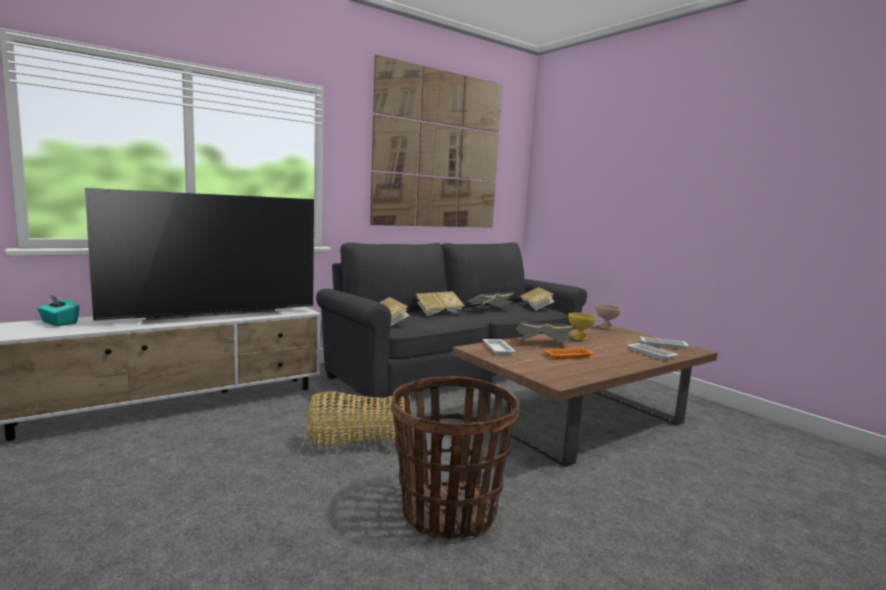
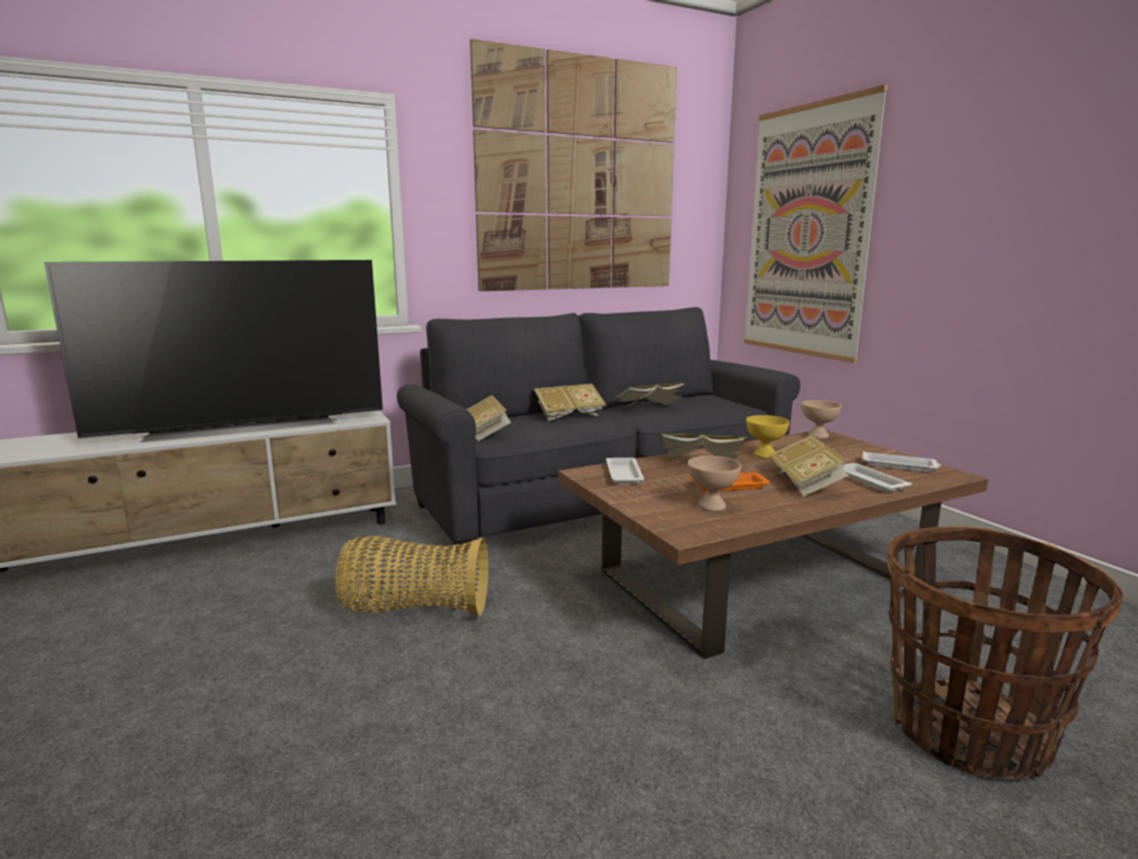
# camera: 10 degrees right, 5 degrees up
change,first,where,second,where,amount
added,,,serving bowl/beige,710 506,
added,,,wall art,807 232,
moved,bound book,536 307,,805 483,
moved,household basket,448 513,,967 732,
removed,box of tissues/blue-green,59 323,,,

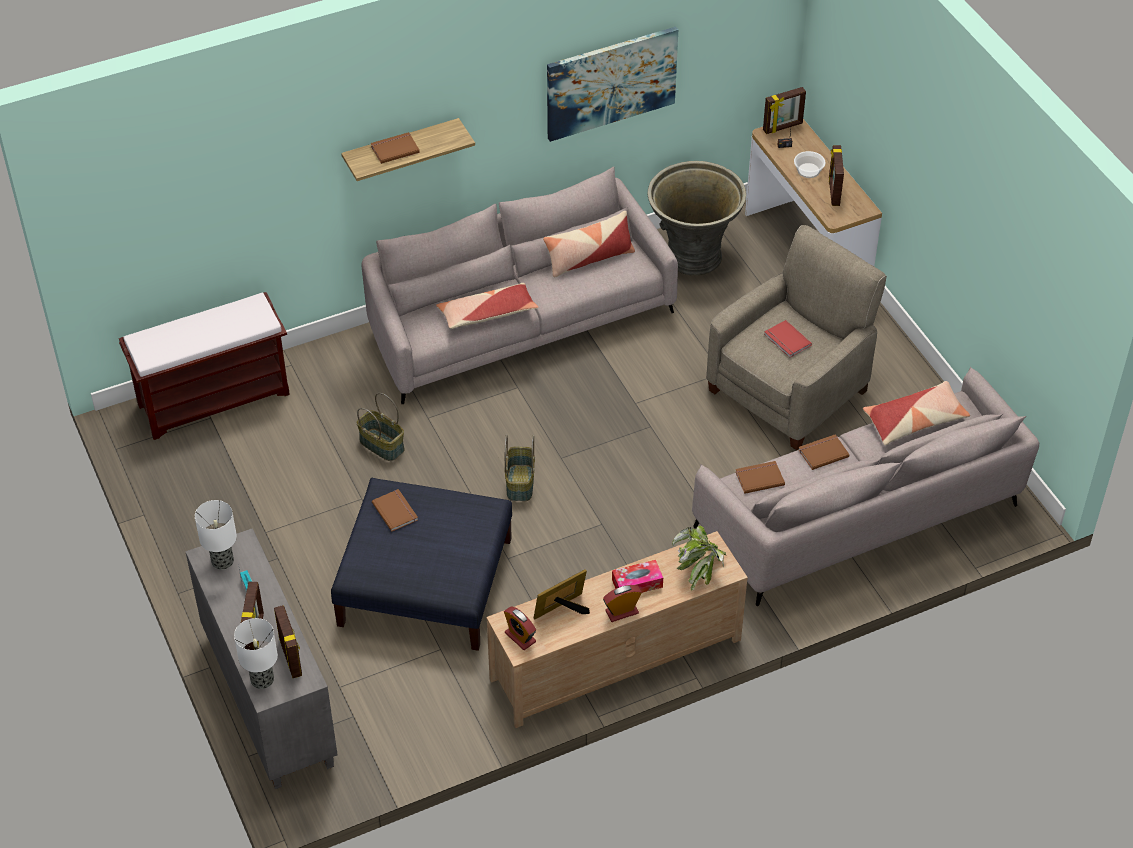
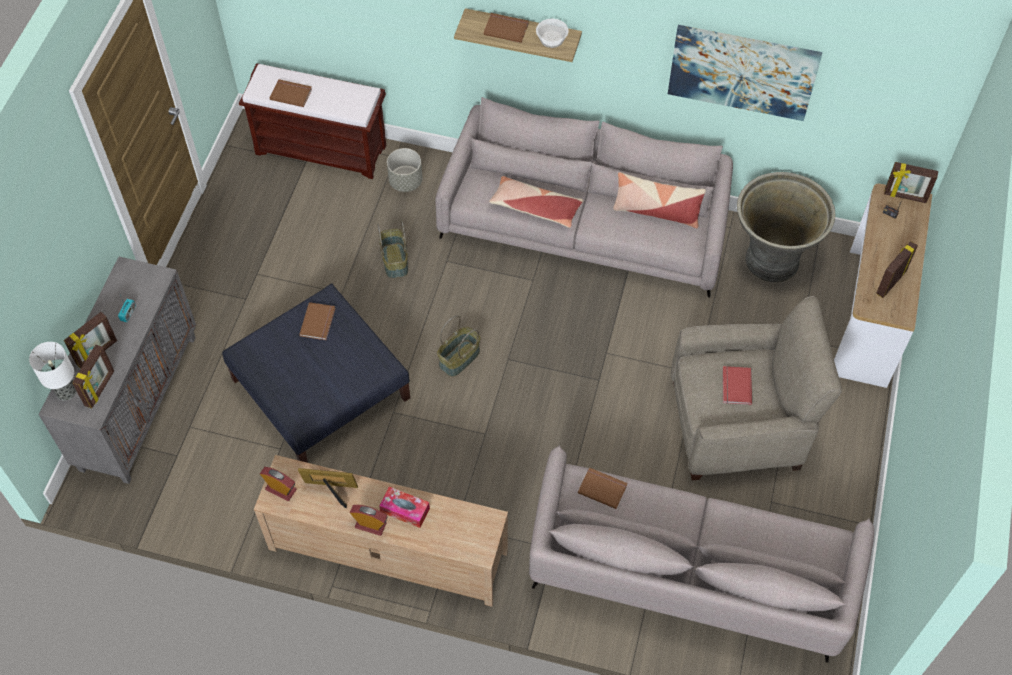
# camera: 40 degrees right, 10 degrees up
change,first,where,second,where,amount
turned,alarm clock,520 637,,281 489,120 degrees clockwise
moved,bound book/brownish,822 452,,291 93,
added,,,plant pot/grey,405 181,
moved,serving bowl,809 170,,552 39,
removed,lamp for a table,223 561,,,
removed,potted plant,700 570,,,
removed,throw pillow,915 420,,,

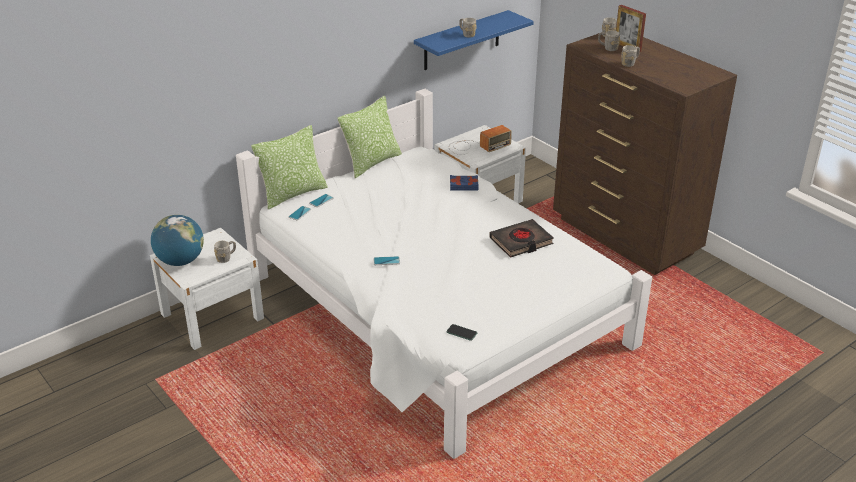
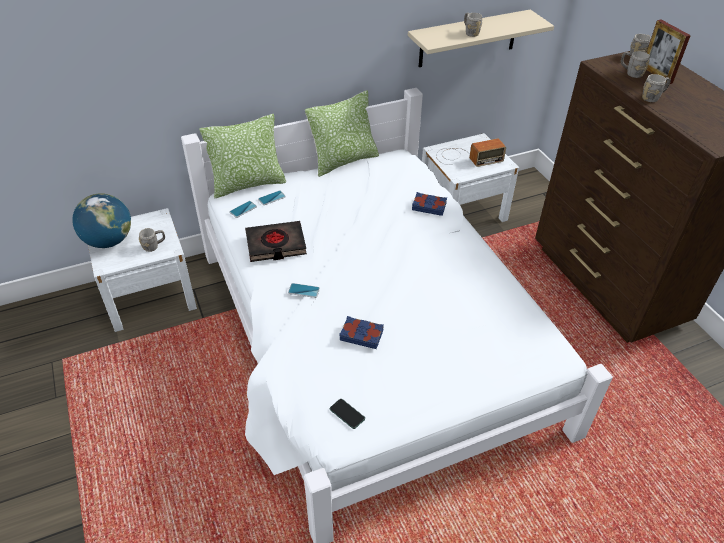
# camera: 15 degrees right, 10 degrees up
change,first,where,second,where,amount
moved,bound book/black,521 242,,276 245,
added,,,bound book/blue-coloured,361 335,
recoloured,bracket shelf/blue-coloured,462 41,bracket shelf/beige,468 39,

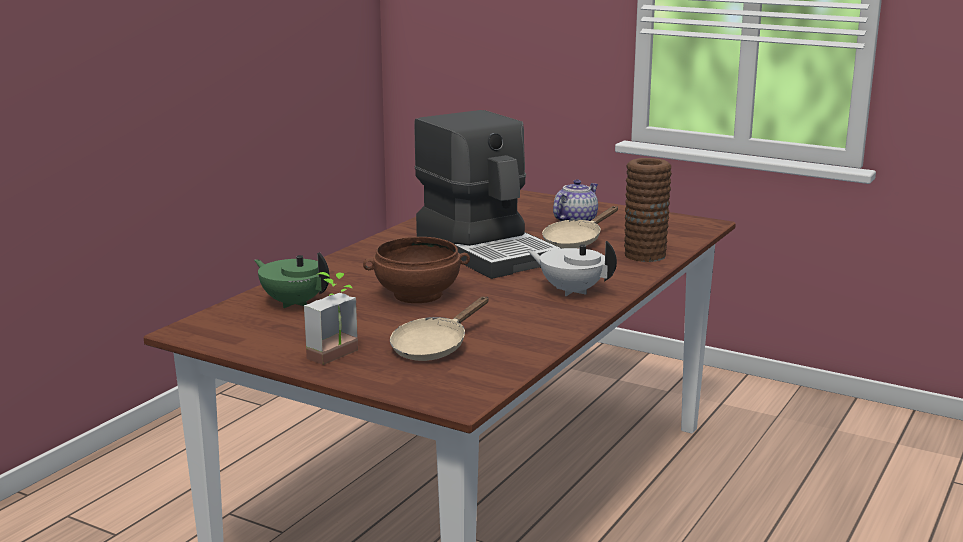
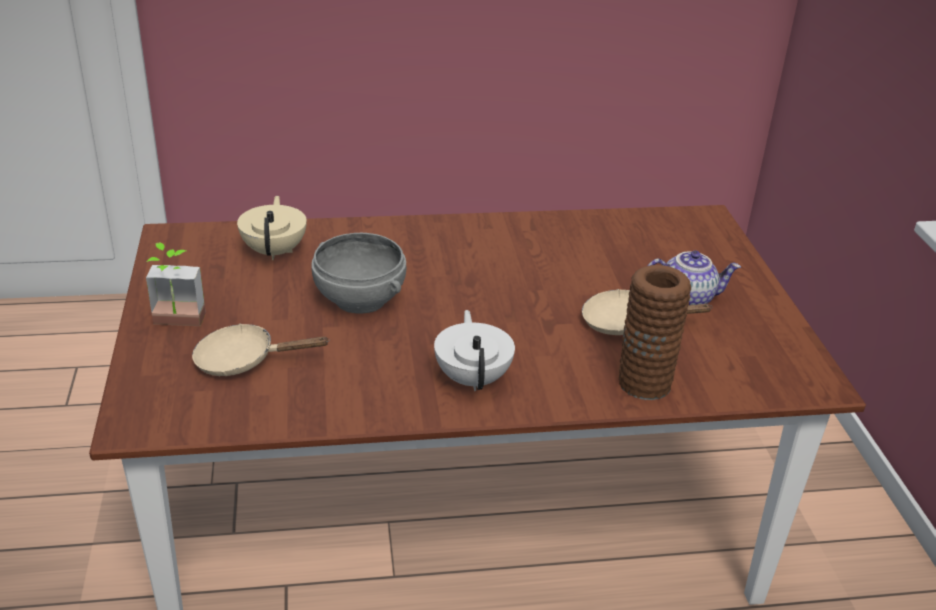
# camera: 50 degrees right, 15 degrees up
change,first,where,second,where,amount
recoloured,teapot/green-coloured,294 302,teapot/beige,275 251,
recoloured,serving bowl/brownish,417 294,serving bowl/grey,361 299,
removed,coffee machine,487 251,,,

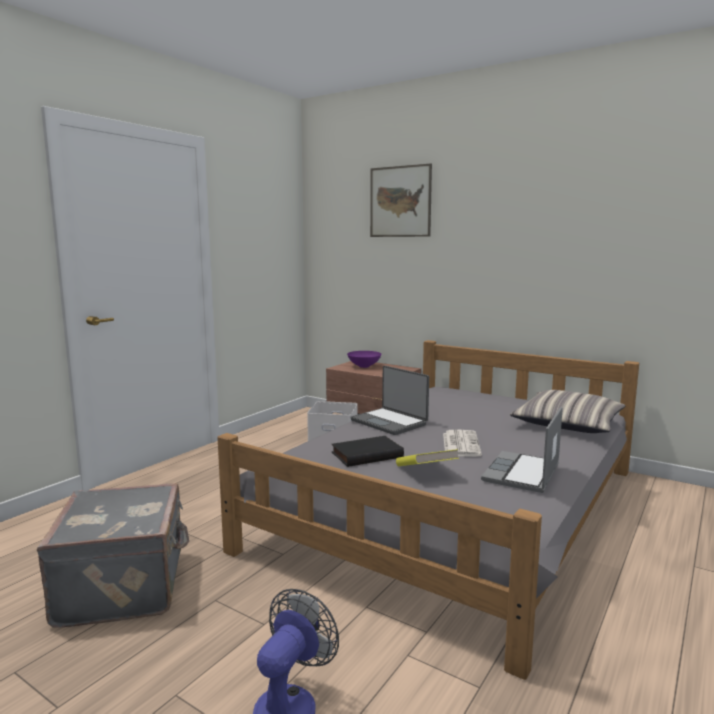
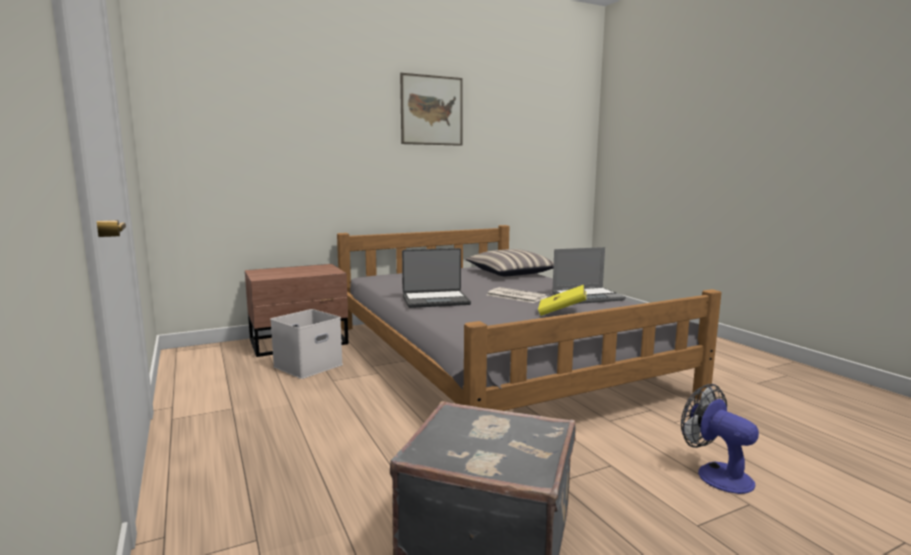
# camera: 60 degrees left, 0 degrees up
change,first,where,second,where,amount
moved,wall art,400 201,,432 110,
turned,notebook computer,522 474,,588 297,75 degrees counterclockwise
removed,bound book/black,366 454,,,
removed,serving bowl/purple,364 366,,,

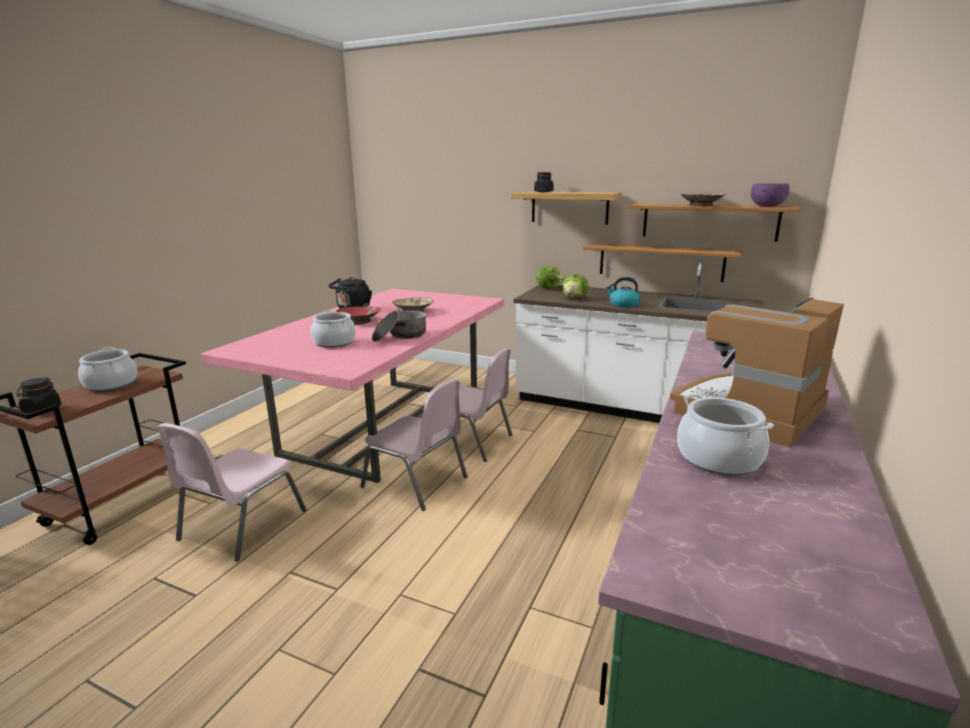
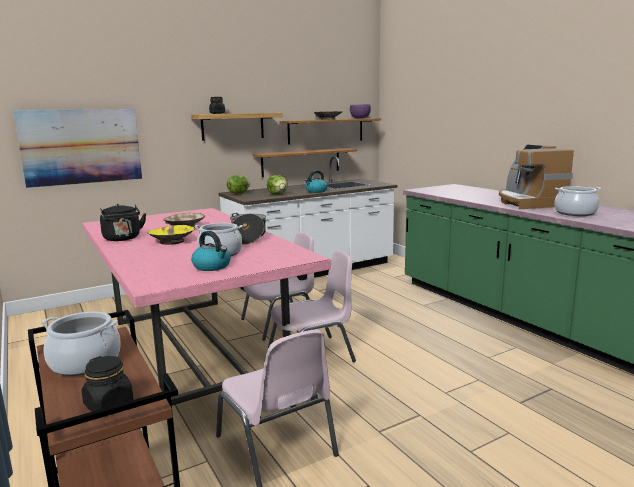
# camera: 55 degrees left, 5 degrees down
change,first,where,second,where,amount
added,,,wall art,81 146,
recoloured,serving bowl/reddish,359 321,serving bowl/yellow,172 241,
added,,,kettle,212 266,

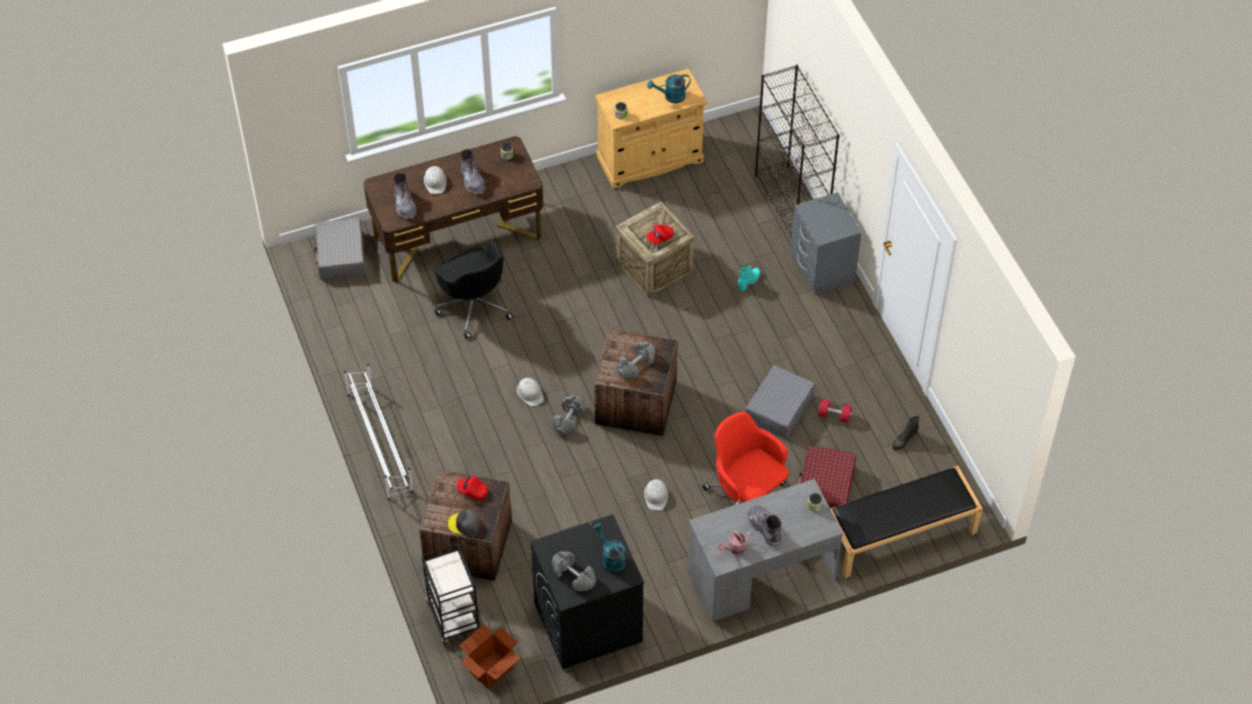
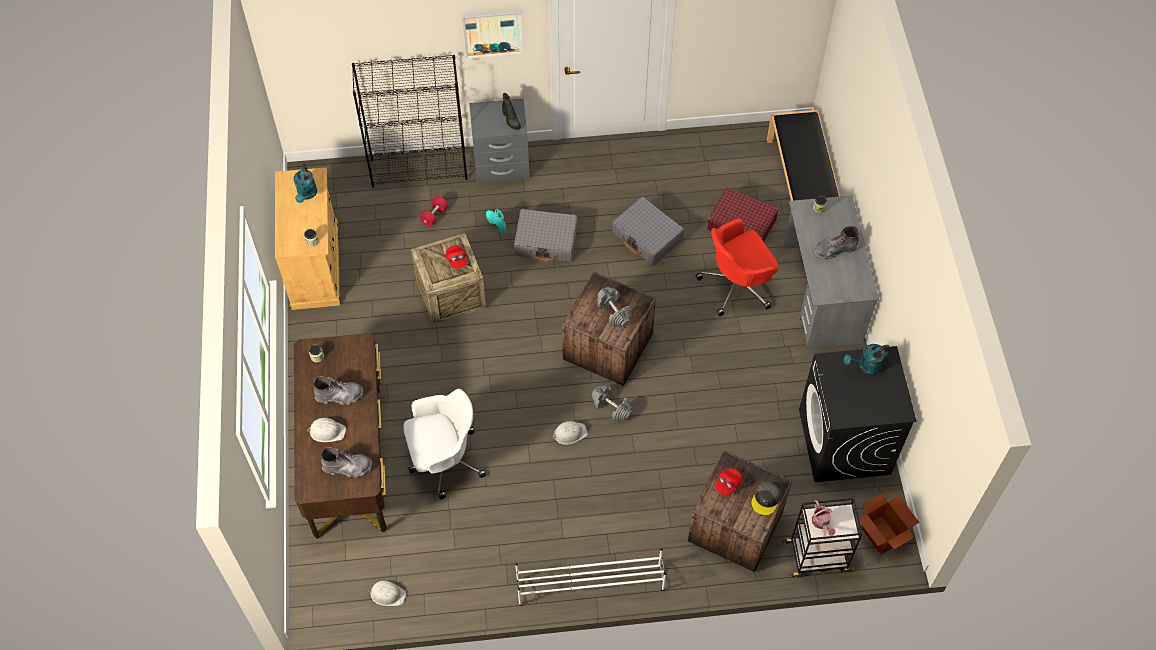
# camera: 75 degrees left, 5 degrees up
change,first,where,second,where,amount
moved,safety helmet/whitish,656 496,,387 594,
recoloured,computer chair/black,474 306,computer chair/whitish,444 460,
moved,free weight/reddish,834 415,,434 216,
added,,,wall art,492 33,
moved,tall boot/black,904 440,,511 120,
moved,piece of luggage/grey,341 256,,546 241,
moved,watering can,734 548,,821 523,
removed,free weight/grey,573 576,,,

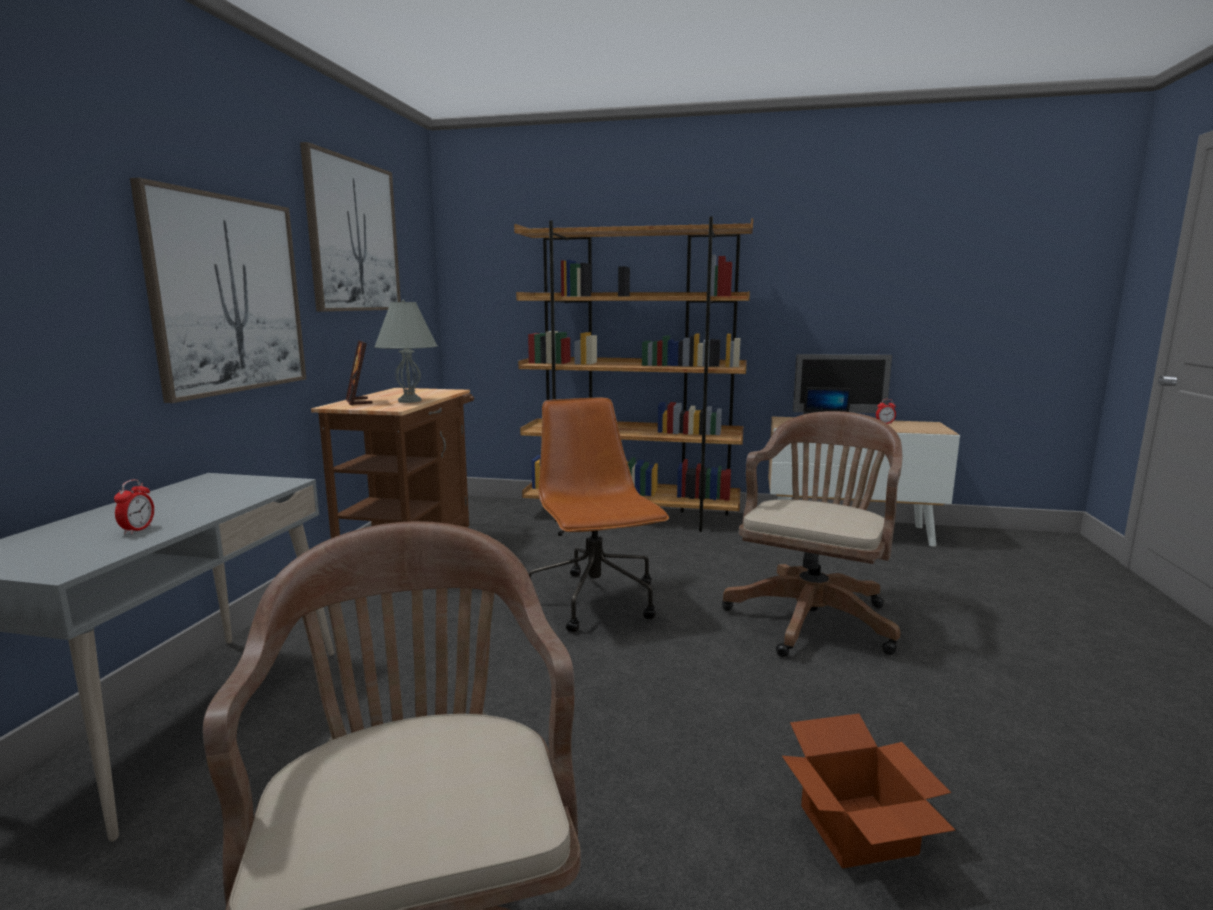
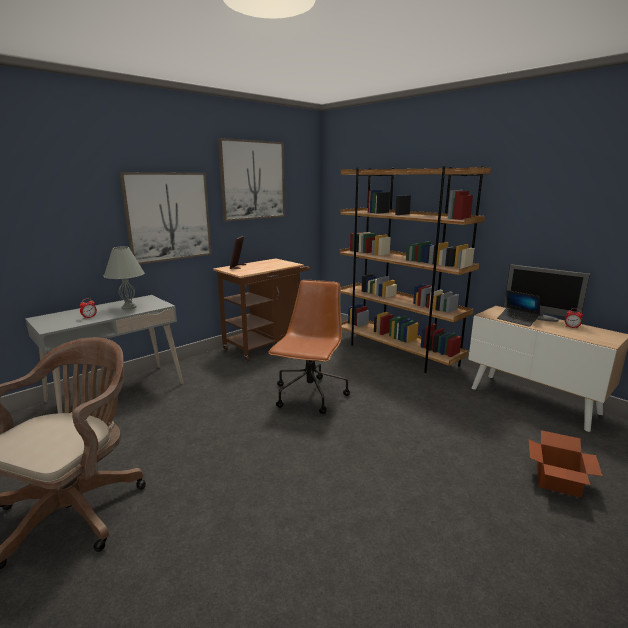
# camera: 35 degrees right, 5 degrees up
change,first,where,second,where,amount
moved,lamp for a table/grey,410 401,,129 307,
moved,carton,857 832,,557 481,
removed,computer chair/brownish,812 616,,,

